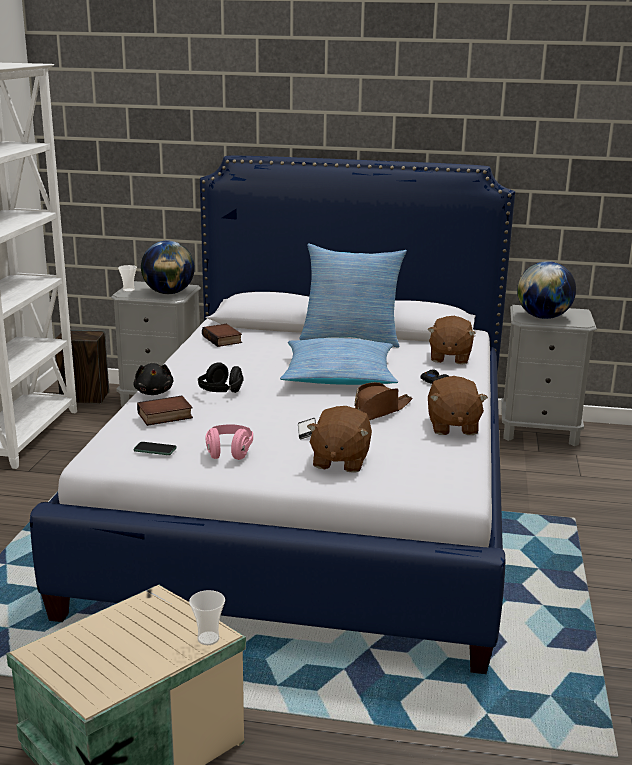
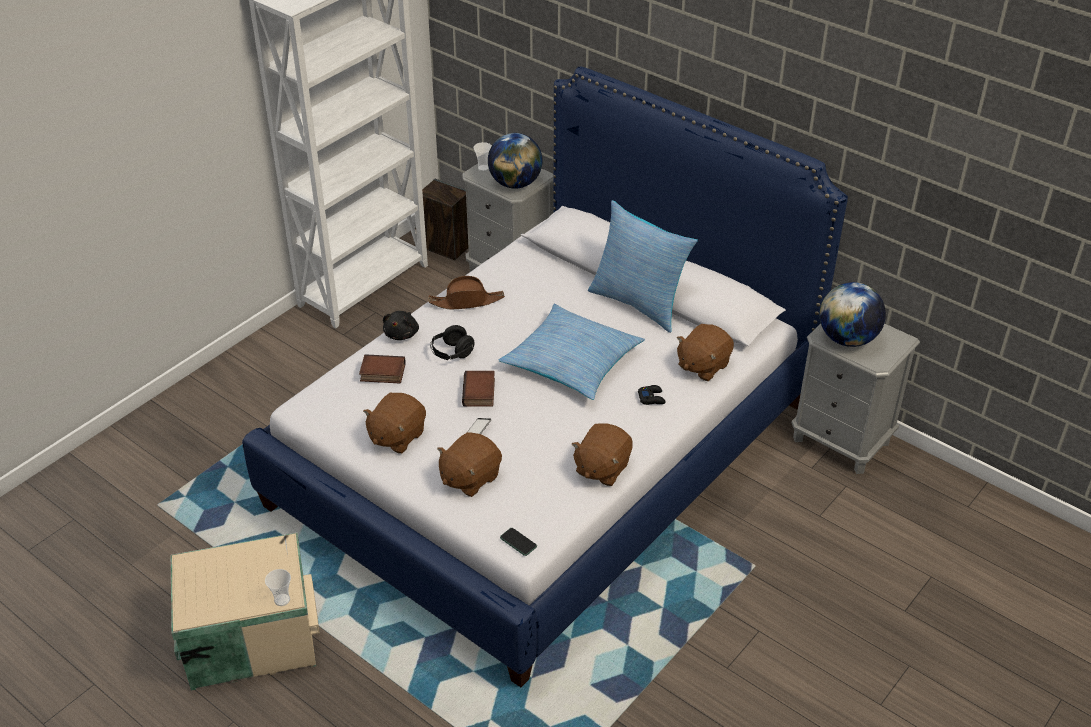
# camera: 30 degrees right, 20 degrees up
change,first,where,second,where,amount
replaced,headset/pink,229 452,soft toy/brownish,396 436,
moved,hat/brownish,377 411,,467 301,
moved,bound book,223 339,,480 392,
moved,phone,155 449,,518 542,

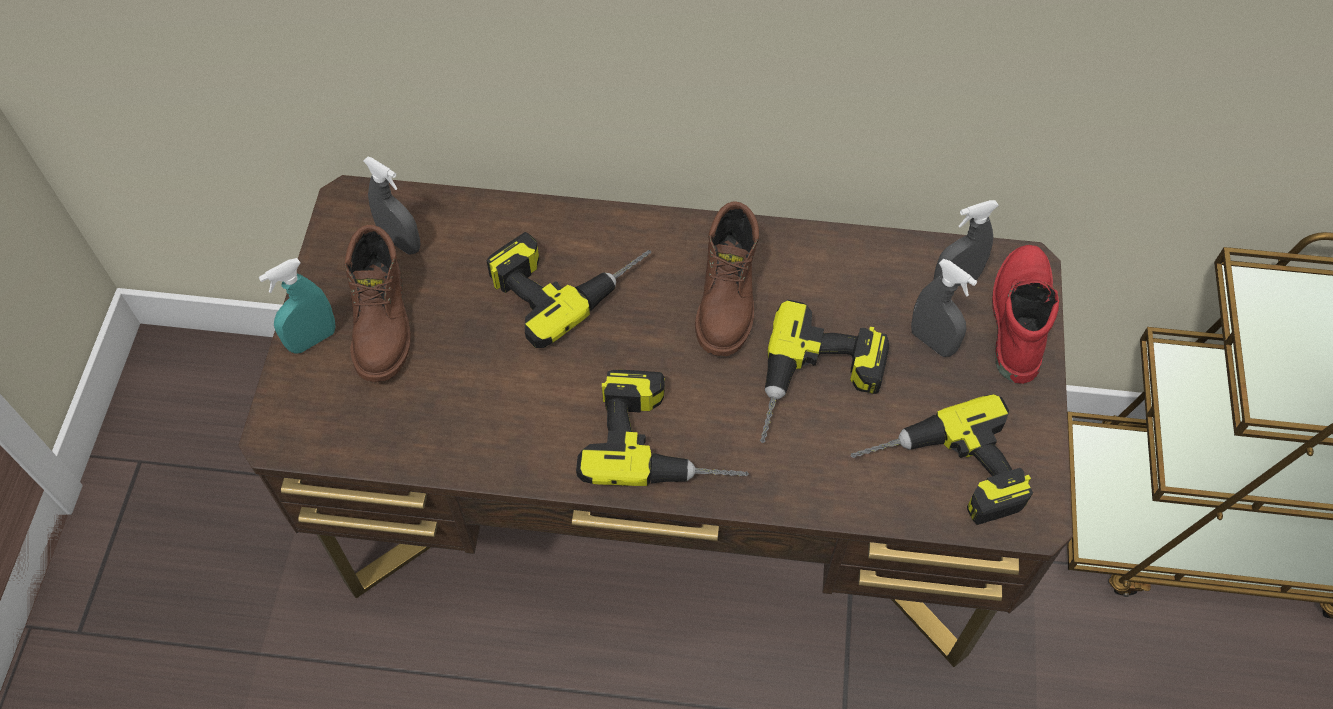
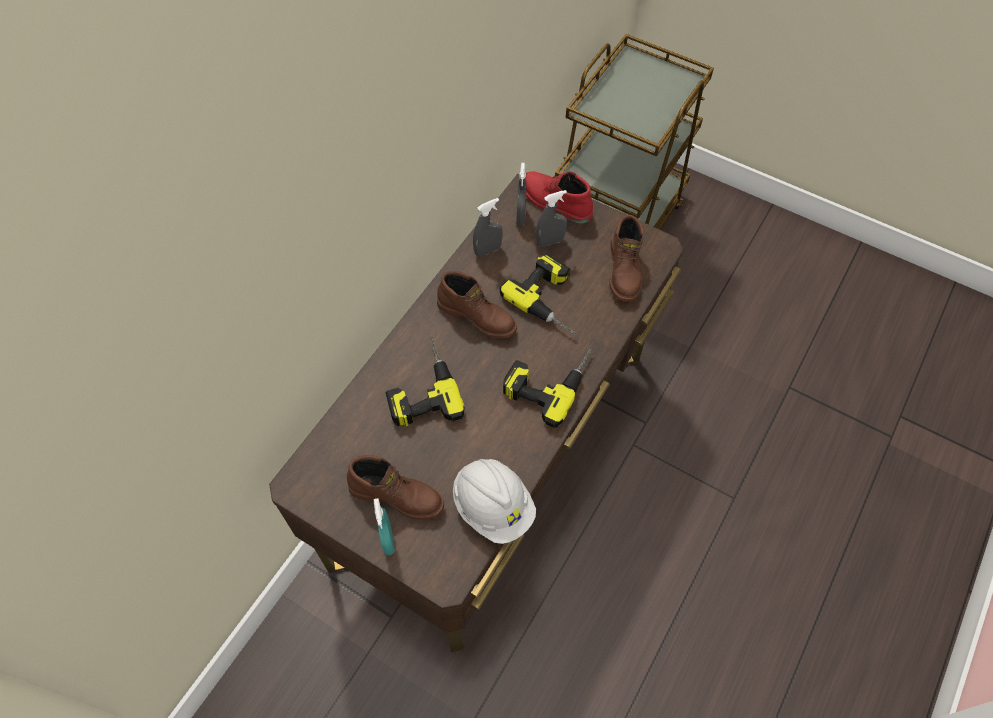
# camera: 65 degrees left, 0 degrees up
change,first,where,second,where,amount
added,,,safety helmet/whitish,493 506,
moved,sprayer/grey,400 242,,488 250,
replaced,drill,943 475,tall boot/brownish,625 271,

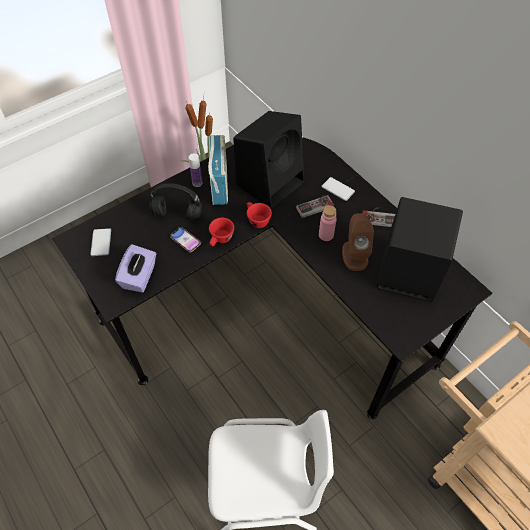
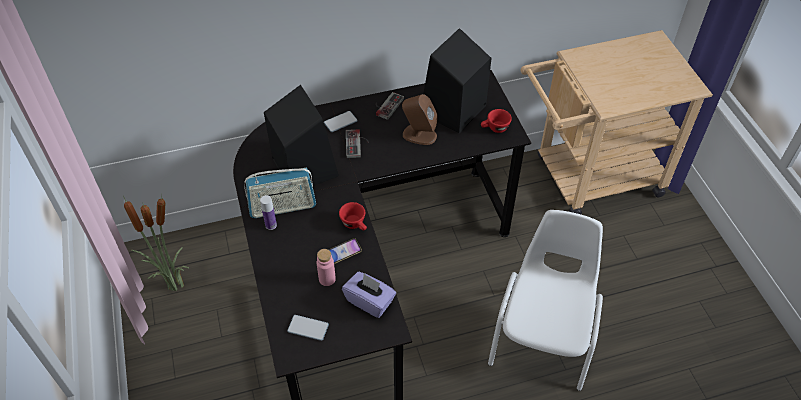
# camera: 70 degrees left, 5 degrees down
change,first,where,second,where,amount
turned,radio set,219 183,,282 207,150 degrees clockwise
moved,drink bottle/pink,326 235,,327 279,
moved,drinking cup/reddish,256 220,,494 128,
removed,headset/black,176 214,,,

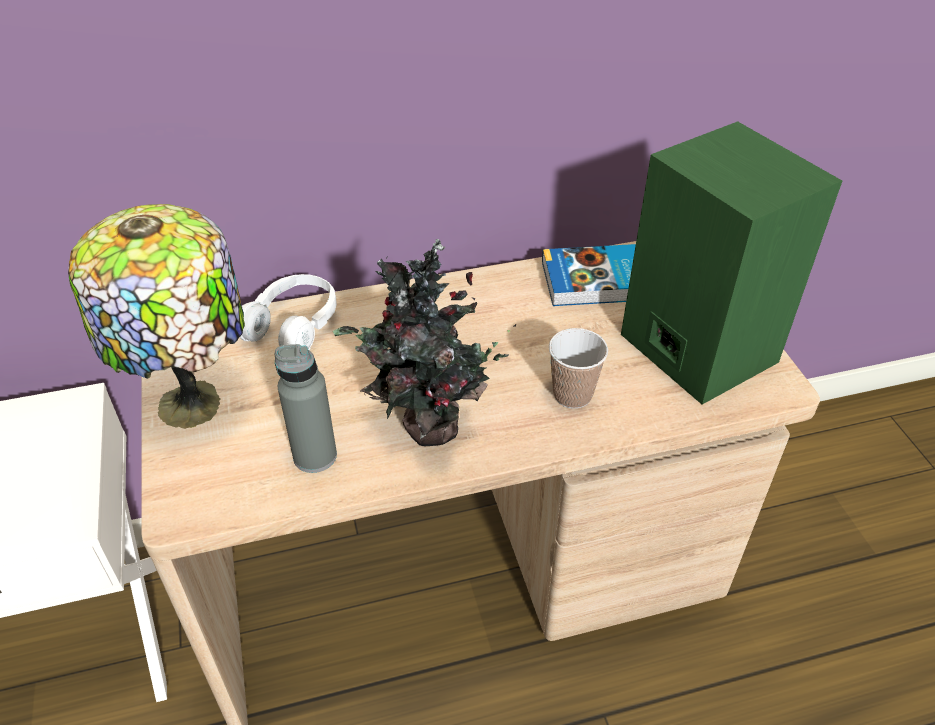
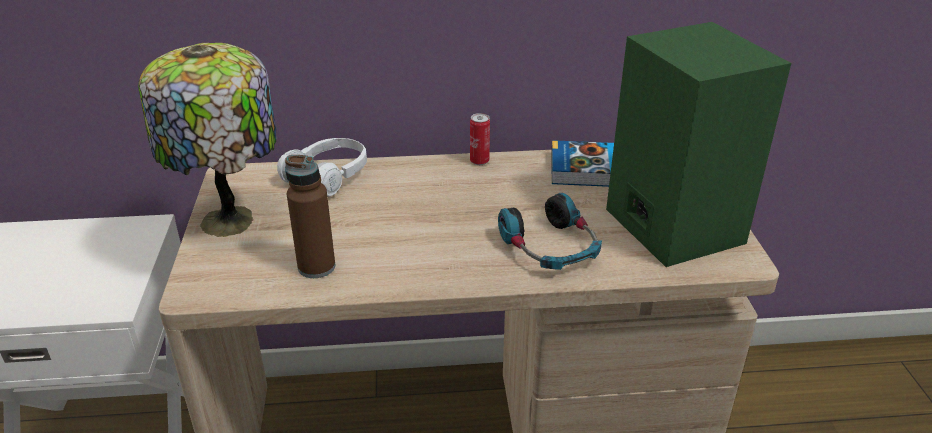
# camera: 10 degrees right, 10 degrees down
change,first,where,second,where,amount
recoloured,drink bottle/grey,315 456,drink bottle/brownish,316 267,
added,,,metal can,479 161,
replaced,drinking cup,572 395,headset,550 248,
removed,potted plant,427 429,,,

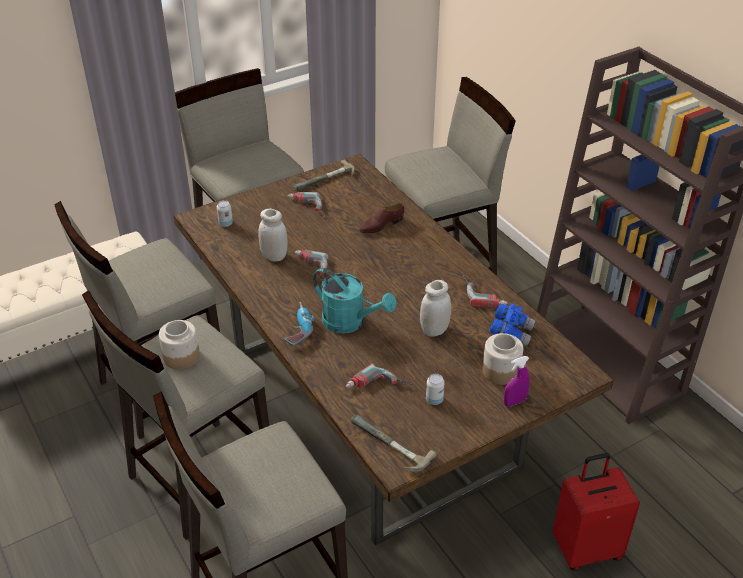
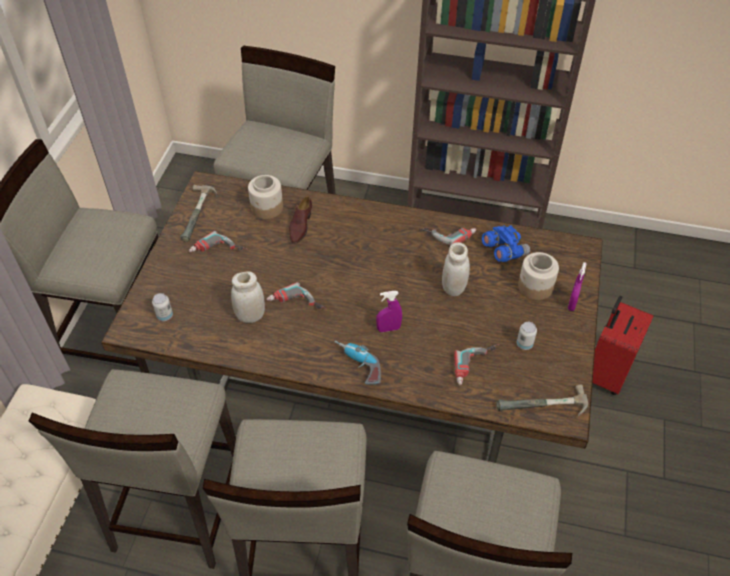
# camera: 45 degrees left, 10 degrees up
change,first,where,second,where,amount
moved,preserve jar,181 357,,267 208,
replaced,watering can/blue-green,350 322,sprayer/purple,388 329,

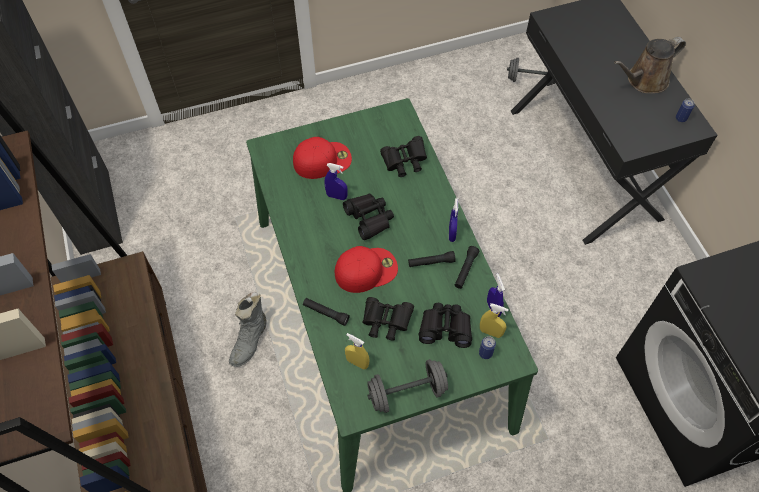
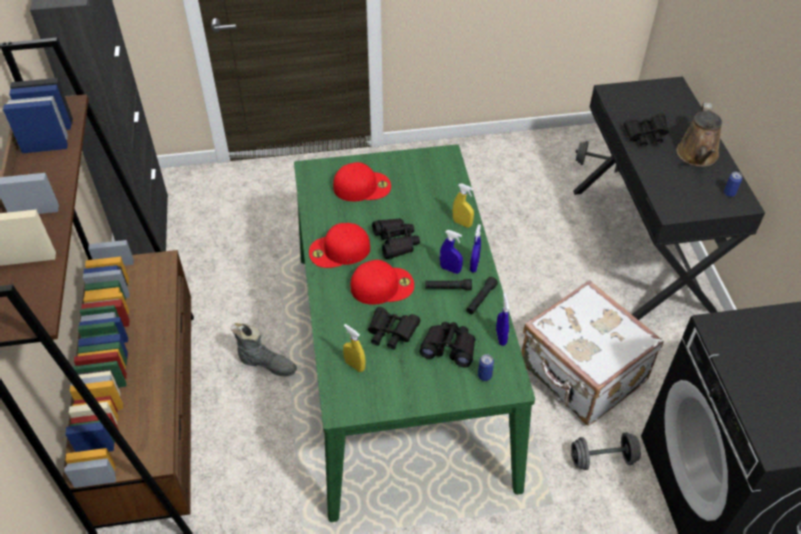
# camera: 10 degrees right, 10 degrees down
change,first,where,second,where,amount
turned,tall boot/grey,250 341,,267 364,105 degrees counterclockwise
added,,,baseball cap/reddish,339 250,
moved,sprayer/blue-coloured,336 196,,450 269,
moved,sprayer/yellow,490 332,,462 223,
added,,,piece of luggage/whitish,581 374,
moved,free weight/grey,407 392,,602 459,
moved,binoculars/black,404 162,,645 137,
turned,watering can/brownish,644 81,,697 156,60 degrees counterclockwise
removed,torch/black,326 313,,,

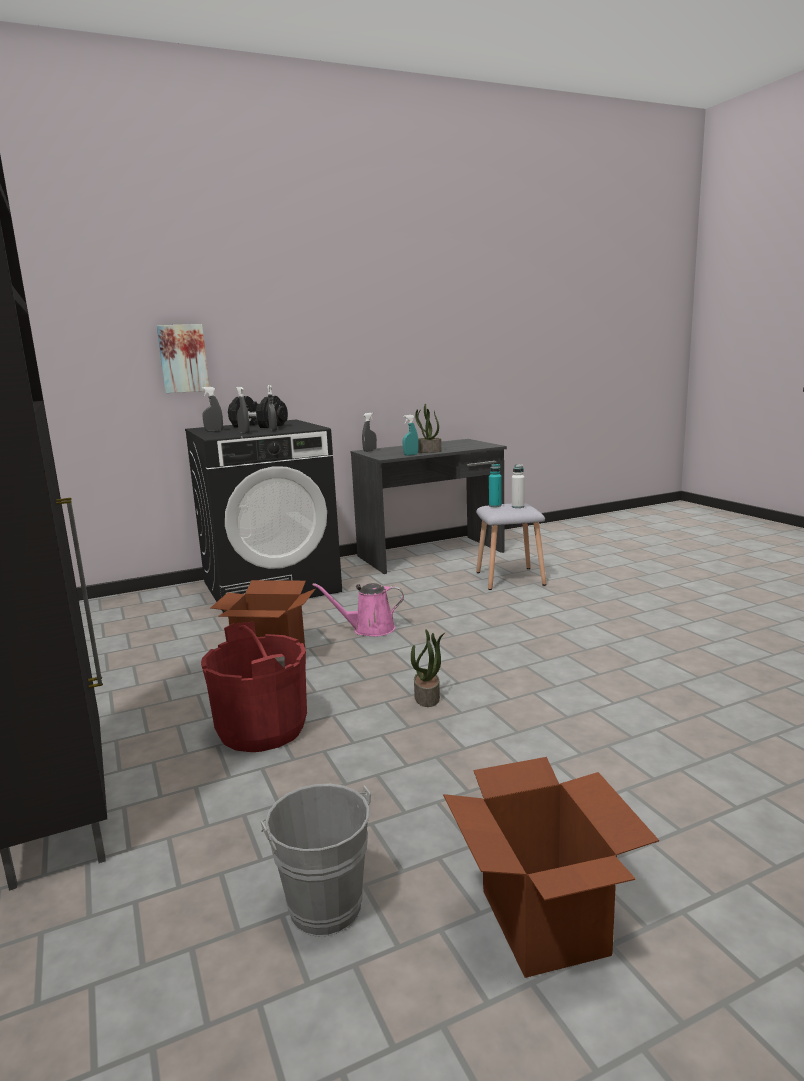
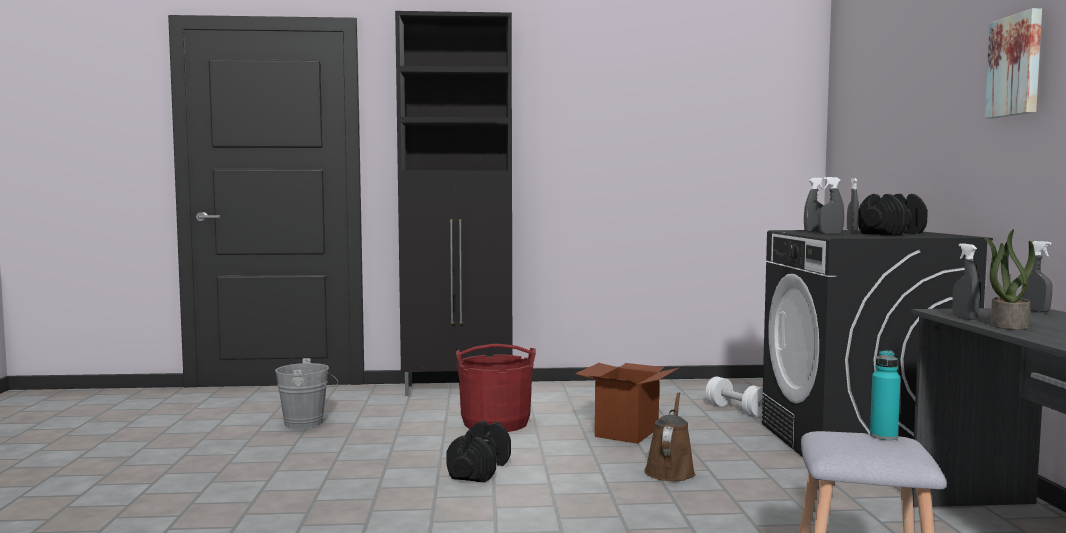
# camera: 110 degrees right, 10 degrees down
change,first,where,second,where,amount
replaced,potted plant,428 697,free weight/black,479 470,
recoloured,watering can/pink,369 629,watering can/brownish,670 470,
added,,,free weight/whitish,736 410,
recoloured,sprayer/blue-green,411 455,sprayer/grey,964 318,
moved,wall art,183 358,,1016 65,
removed,carton,544 922,,,
removed,drink bottle/whitish,518 507,,,

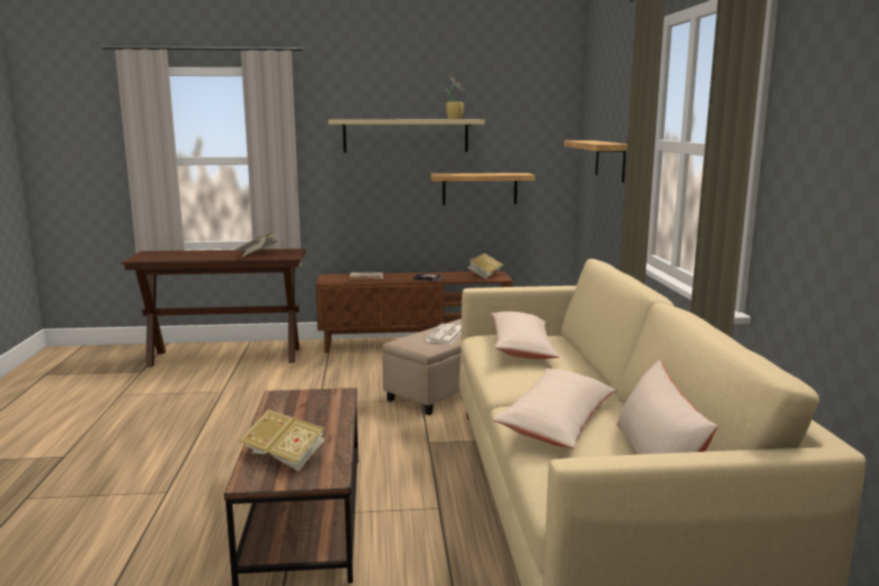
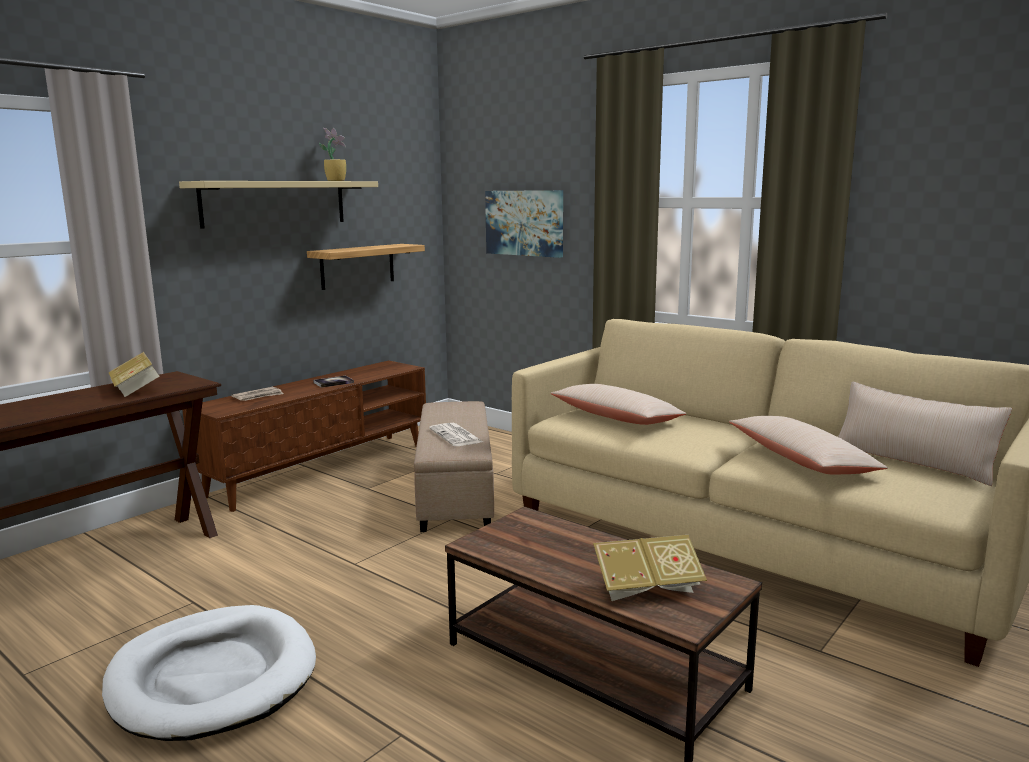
# camera: 45 degrees left, 0 degrees up
change,first,where,second,where,amount
added,,,pet bed/whitish,213 678,
replaced,bracket shelf,610 160,wall art,524 223,
removed,bound book,485 275,,,

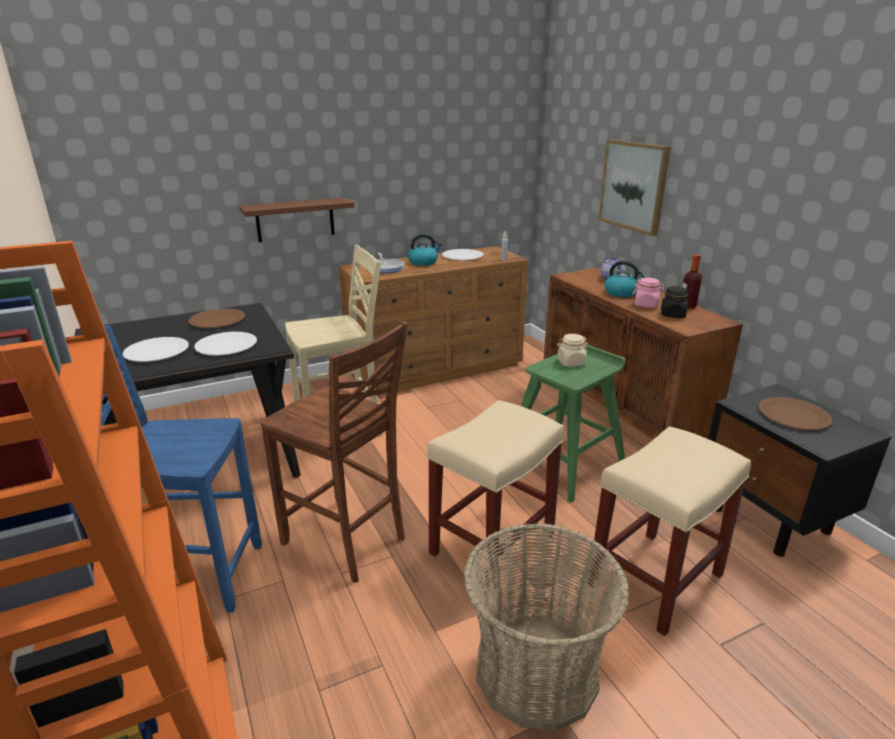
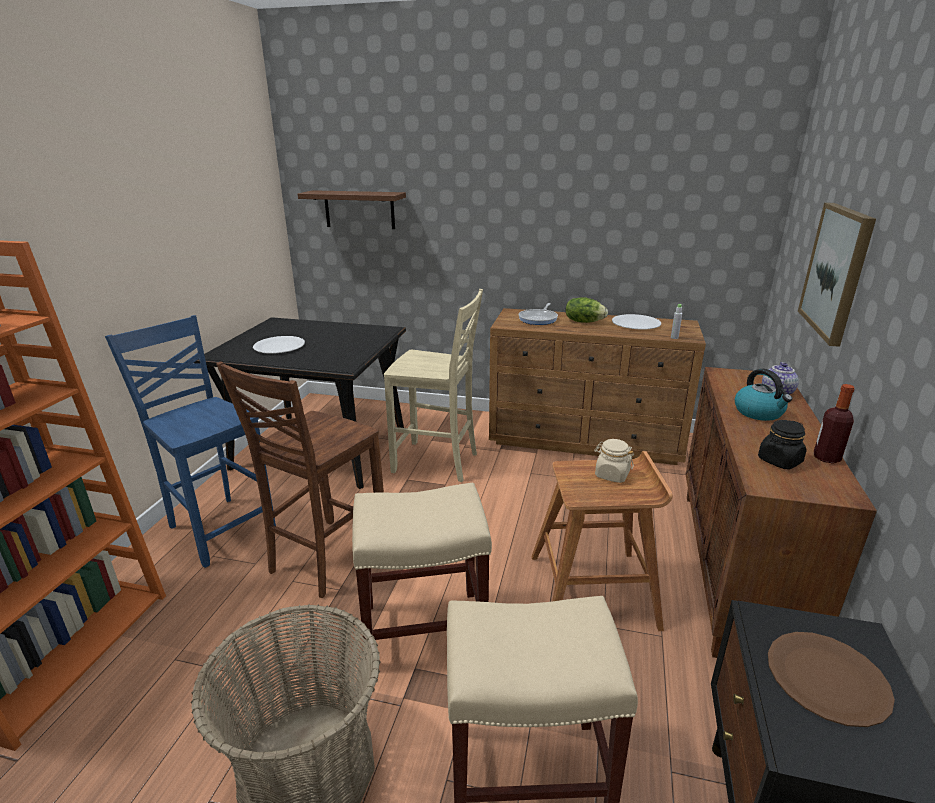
# camera: 40 degrees right, 0 degrees up
change,first,where,second,where,amount
turned,upright chair/brownish,346 541,,325 558,45 degrees clockwise
moved,bracket shelf/brownish,295 219,,359 209,
recoloured,sitting stool/green-coloured,564 463,sitting stool/brownish,594 590,
replaced,kettle,423 262,lettuce head,584 321,
removed,flat dish/brownish,217 320,,,
removed,flat dish/whitish,226 345,,,
removed,preserve jar/pink,646 305,,,

